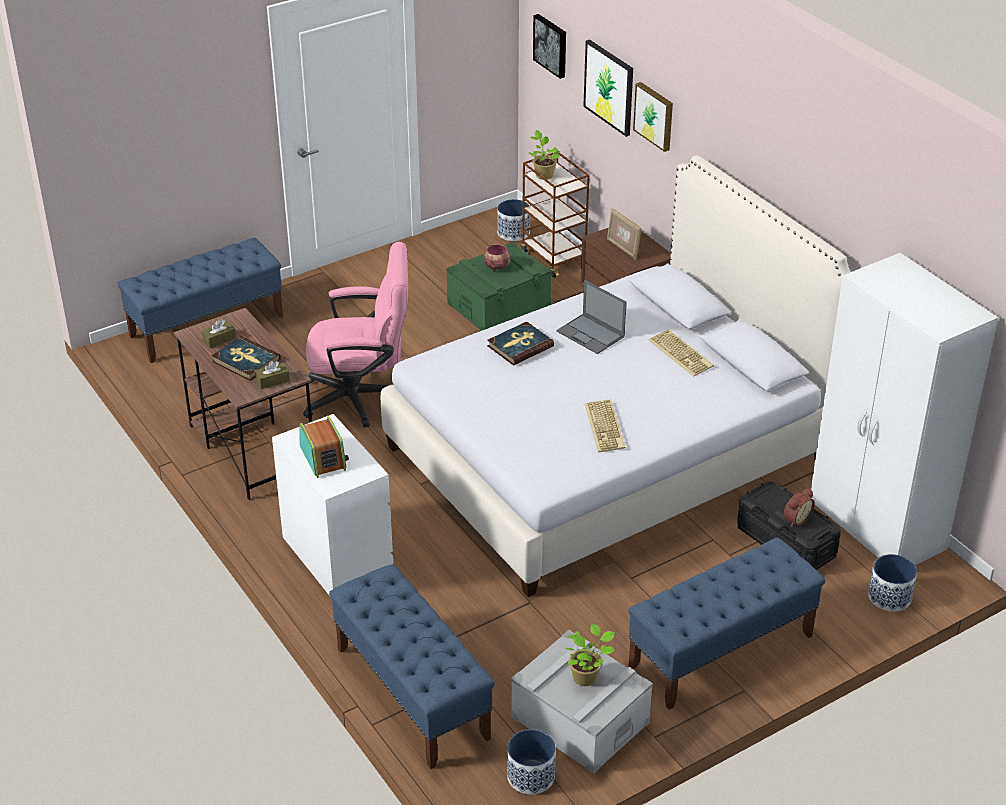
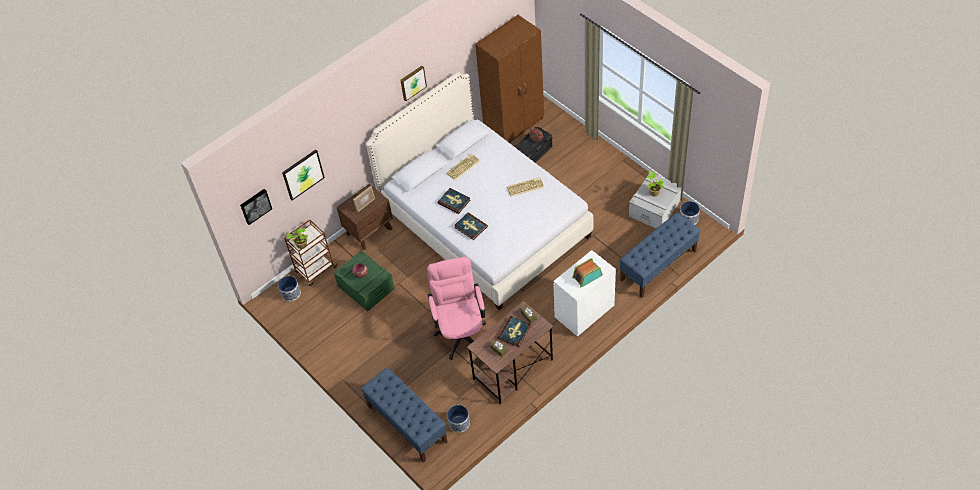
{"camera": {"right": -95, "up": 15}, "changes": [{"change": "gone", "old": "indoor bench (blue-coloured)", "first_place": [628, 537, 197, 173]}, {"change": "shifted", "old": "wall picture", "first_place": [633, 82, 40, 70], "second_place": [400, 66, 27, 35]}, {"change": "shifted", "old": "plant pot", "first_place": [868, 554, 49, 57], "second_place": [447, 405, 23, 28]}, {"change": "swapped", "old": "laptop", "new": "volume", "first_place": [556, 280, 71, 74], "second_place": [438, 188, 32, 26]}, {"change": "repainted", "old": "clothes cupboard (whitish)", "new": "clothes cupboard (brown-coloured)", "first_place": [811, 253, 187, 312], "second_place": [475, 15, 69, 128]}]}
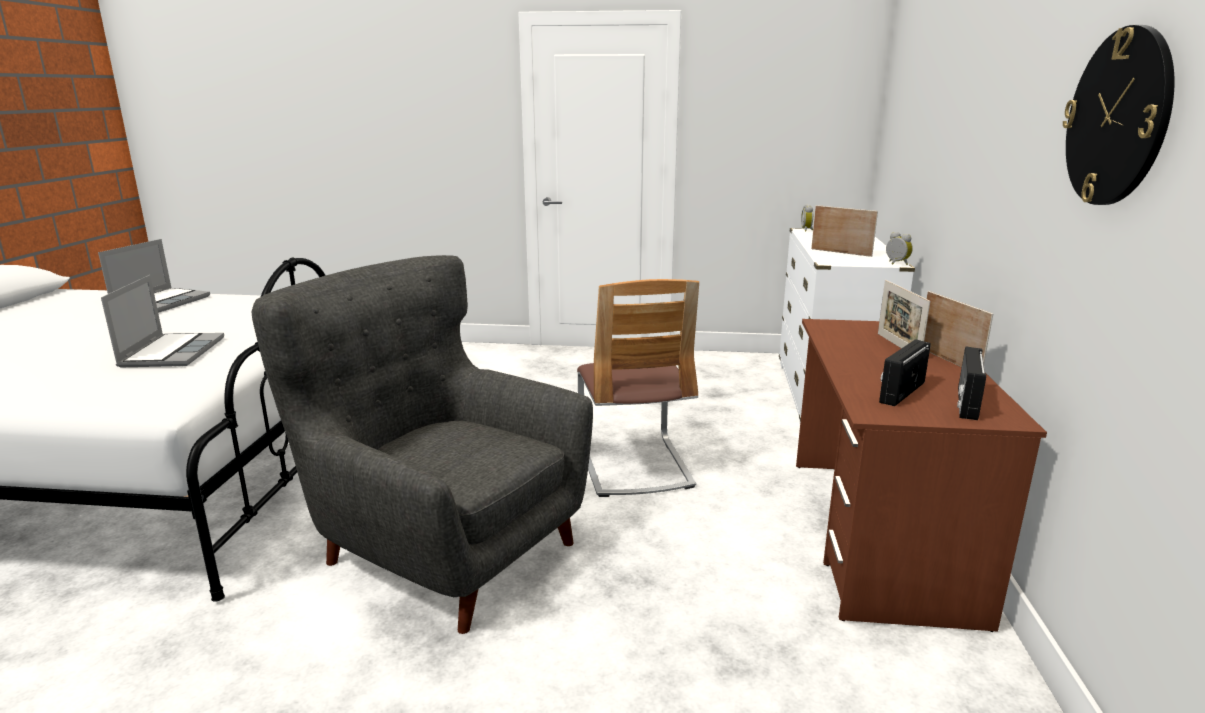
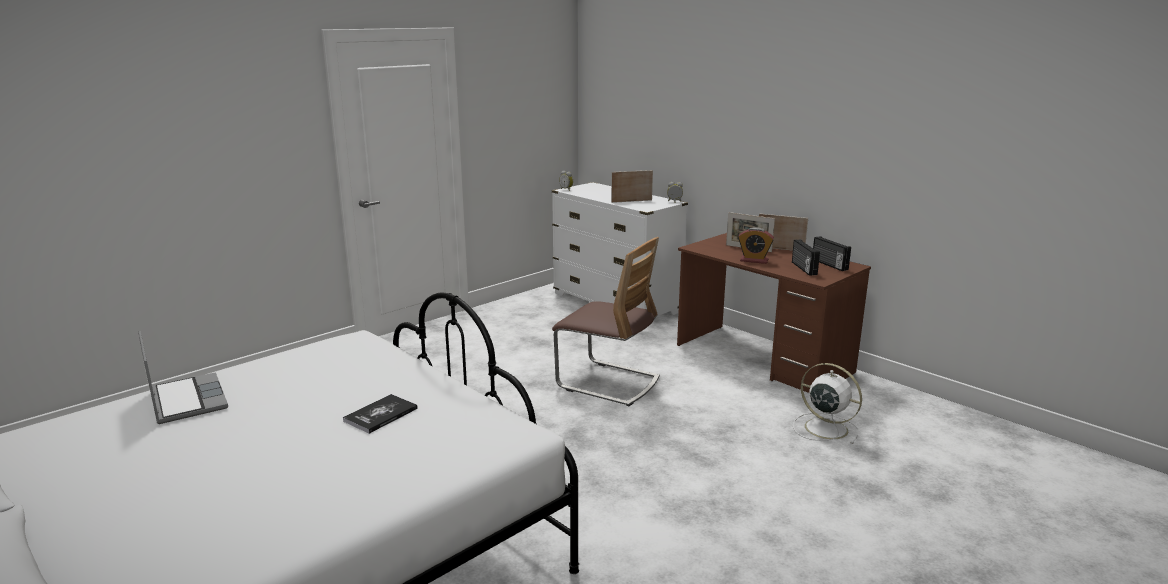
{"camera": {"right": -50, "up": 0}, "changes": [{"change": "gone", "old": "lounge chair (grey)", "first_place": [251, 255, 342, 379]}, {"change": "gone", "old": "clock on the wall", "first_place": [1063, 25, 112, 180]}, {"change": "new", "new": "alarm clock", "second_place": [738, 227, 36, 37]}, {"change": "new", "new": "electric fan (whitish)", "second_place": [793, 363, 69, 81]}, {"change": "swapped", "old": "laptop", "new": "volume", "first_place": [101, 275, 123, 92], "second_place": [343, 394, 75, 40]}]}
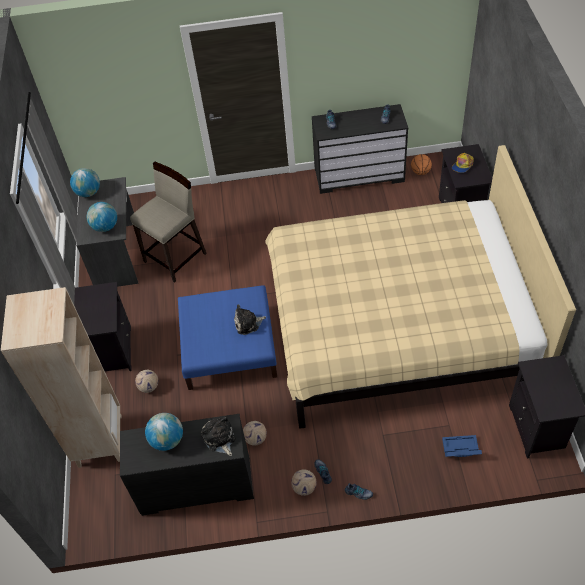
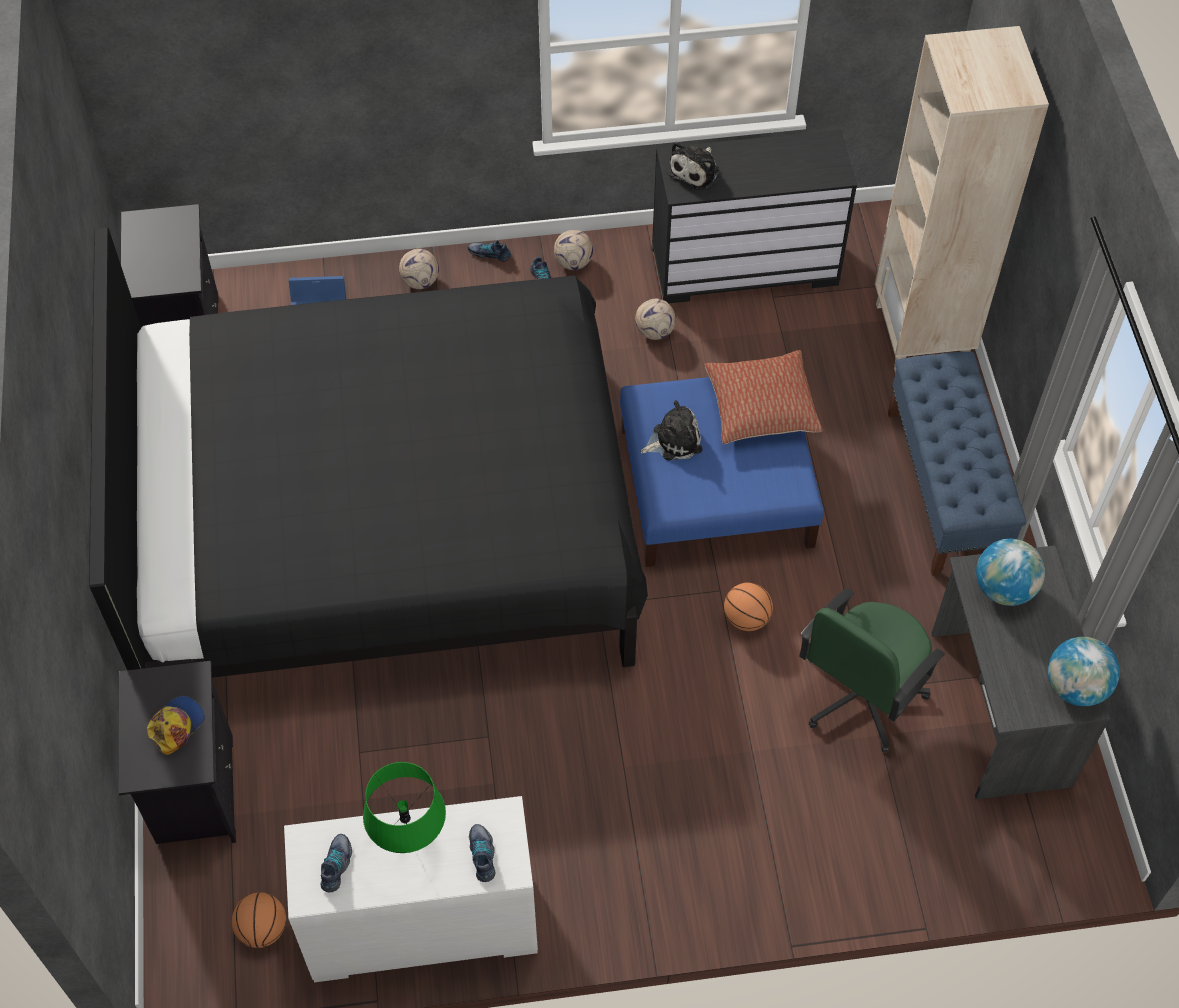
{"camera": {"right": 175, "up": 5}, "changes": [{"change": "gone", "old": "world globe", "first_place": [145, 413, 38, 38]}, {"change": "new", "new": "lamp for a table (green)", "second_place": [363, 762, 83, 91]}, {"change": "new", "new": "cushion", "second_place": [705, 350, 118, 94]}, {"change": "new", "new": "basketball ball", "second_place": [724, 583, 49, 48]}, {"change": "shifted", "old": "football ball", "first_place": [135, 370, 23, 23], "second_place": [399, 249, 40, 40]}, {"change": "swapped", "old": "nightstand (blackish)", "new": "indoor bench (blue-coloured)", "first_place": [74, 282, 57, 89], "second_place": [888, 351, 138, 225]}, {"change": "swapped", "old": "stool seat (sand-coloured)", "new": "desk chair (green)", "first_place": [130, 162, 77, 121], "second_place": [799, 588, 146, 164]}, {"change": "repainted", "old": "sleeping bed (sand-coloured)", "new": "sleeping bed (blackish)", "first_place": [265, 145, 311, 284], "second_place": [89, 227, 559, 451]}, {"change": "repainted", "old": "dresser (blackish)", "new": "dresser (whitish)", "first_place": [312, 104, 96, 90], "second_place": [284, 796, 254, 186]}, {"change": "rotated", "old": "cuddly toy", "first_place": [201, 416, 34, 40], "second_place": [667, 141, 53, 49], "degrees": 60}]}
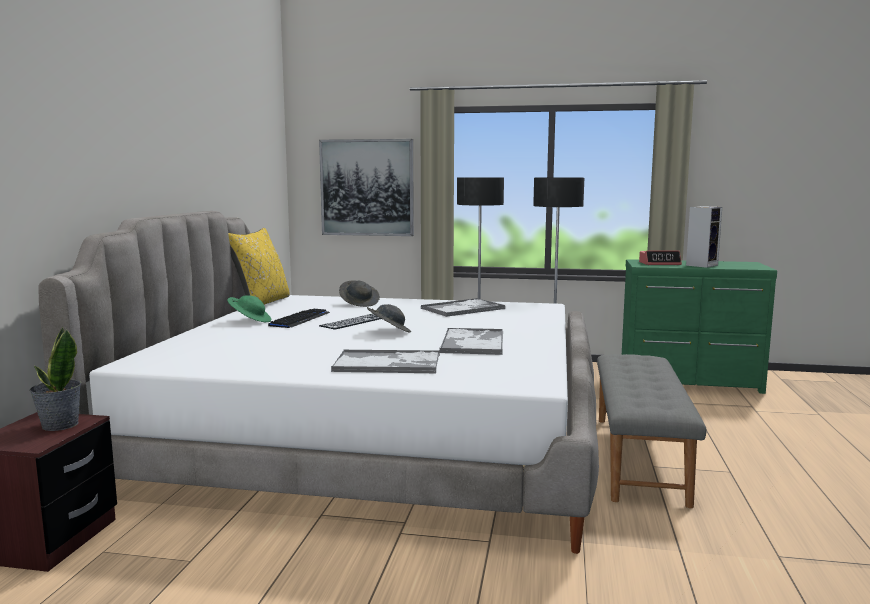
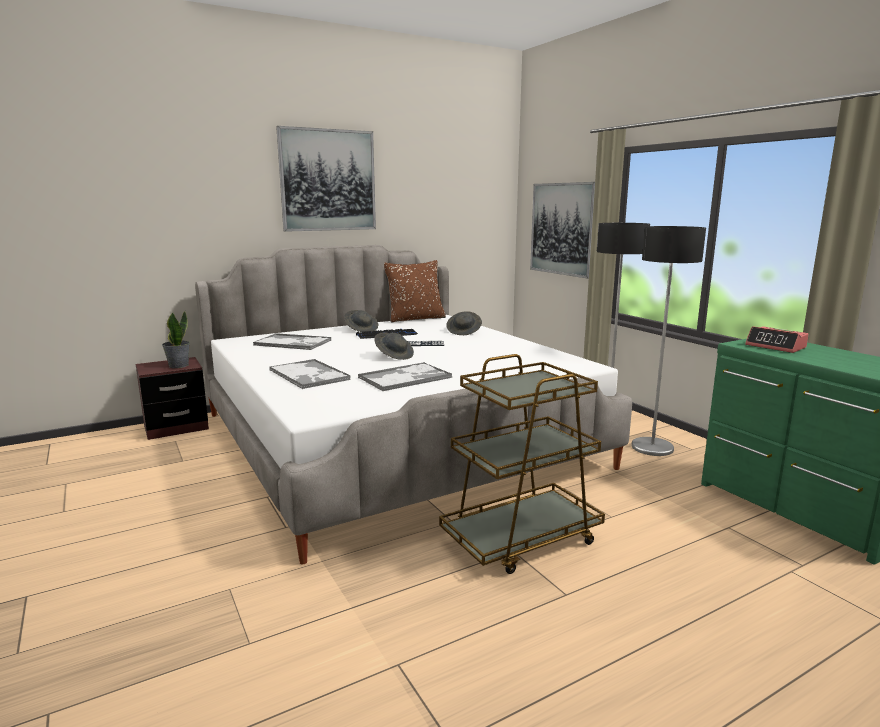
{"camera": {"right": 50, "up": 5}, "changes": [{"change": "gone", "old": "audio speaker", "first_place": [686, 206, 36, 62]}, {"change": "new", "new": "wall picture", "second_place": [276, 126, 100, 106]}, {"change": "shifted", "old": "tray", "first_place": [421, 298, 84, 19], "second_place": [253, 333, 78, 17]}, {"change": "swapped", "old": "indoor bench (grey)", "new": "wheeled cart (brown-coloured)", "first_place": [597, 354, 109, 154], "second_place": [439, 354, 166, 220]}, {"change": "repainted", "old": "clothing hat (green)", "new": "clothing hat (grey)", "first_place": [227, 295, 44, 27], "second_place": [344, 310, 34, 22]}, {"change": "repainted", "old": "cushion (yellow-coloured)", "new": "cushion (brown-coloured)", "first_place": [228, 228, 62, 77], "second_place": [384, 260, 62, 63]}]}
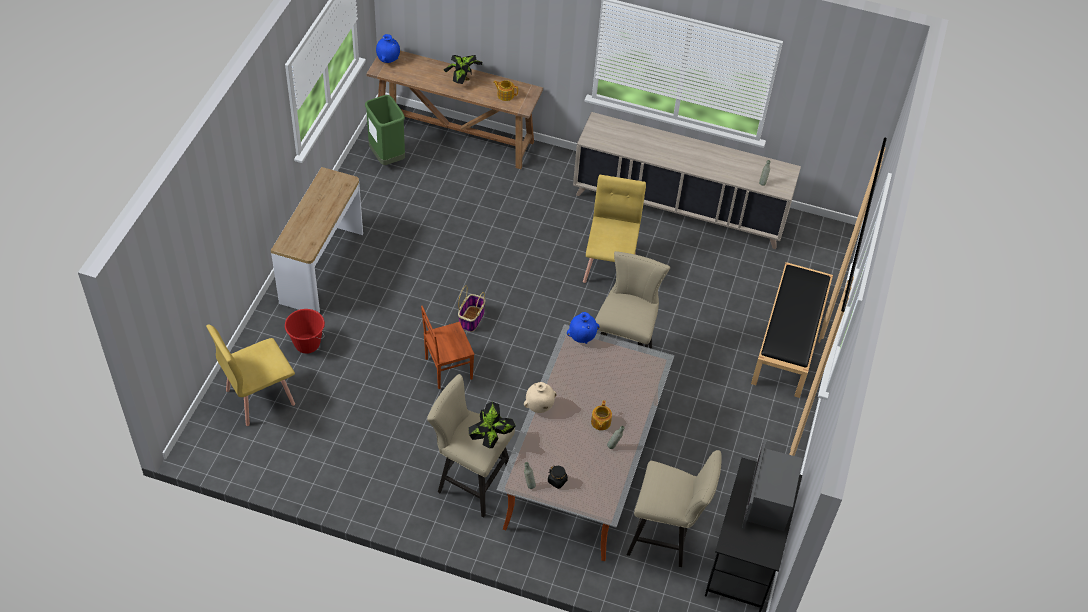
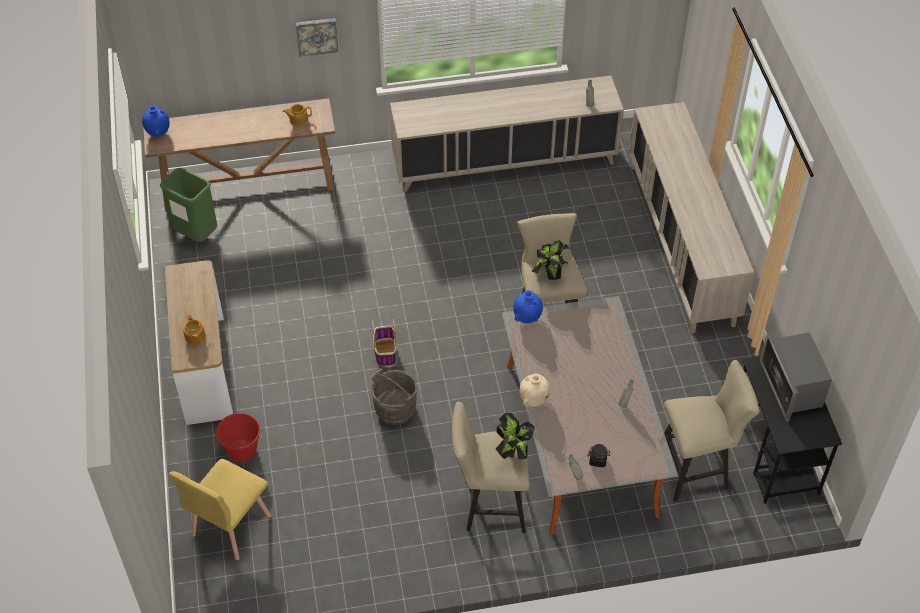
{"camera": {"right": -25, "up": 0}, "changes": [{"change": "gone", "old": "chair (yellow-coloured)", "first_place": [583, 175, 63, 108]}, {"change": "new", "new": "wall picture", "second_place": [296, 18, 42, 39]}, {"change": "shifted", "old": "houseplant", "first_place": [444, 55, 38, 29], "second_place": [532, 240, 37, 40]}, {"change": "shifted", "old": "pot for tea", "first_place": [591, 400, 21, 30], "second_place": [183, 314, 22, 31]}, {"change": "swapped", "old": "chair (brown-coloured)", "new": "pail (grey)", "first_place": [421, 306, 54, 83], "second_place": [371, 368, 46, 57]}, {"change": "swapped", "old": "indoor bench (blackish)", "new": "cabinet (sand-coloured)", "first_place": [751, 262, 82, 136], "second_place": [629, 102, 125, 231]}]}
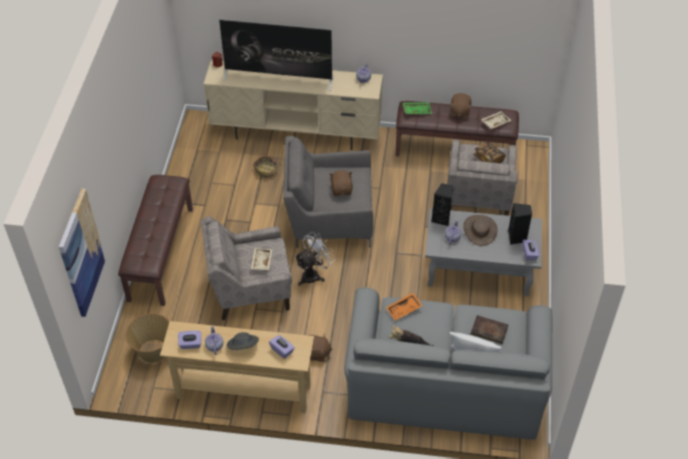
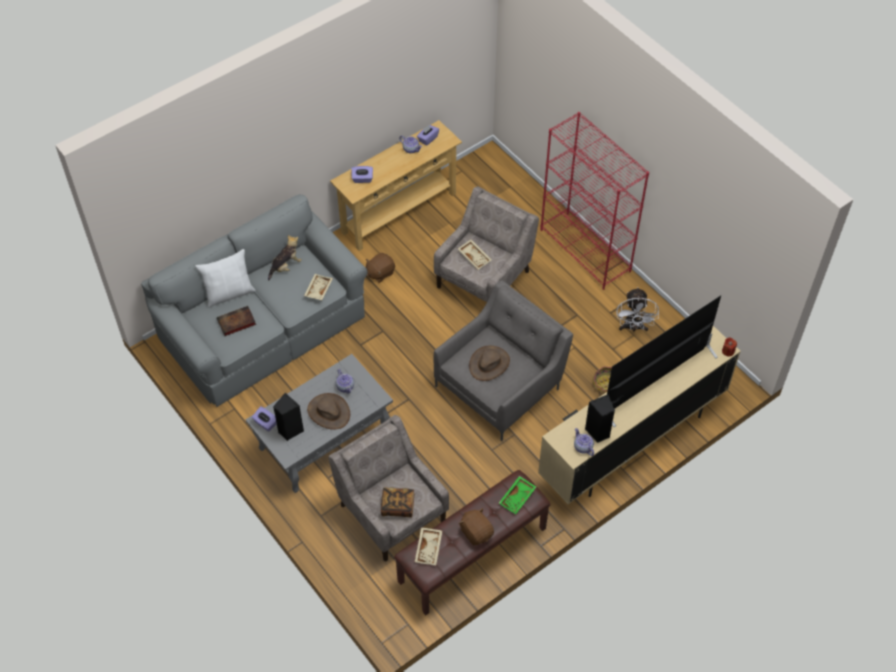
{"camera": {"right": 135, "up": 5}, "changes": [{"change": "gone", "old": "wall picture", "first_place": [59, 189, 46, 128]}, {"change": "gone", "old": "household basket", "first_place": [126, 313, 44, 50]}, {"change": "gone", "old": "clothing hat (grey)", "first_place": [226, 332, 33, 18]}, {"change": "shifted", "old": "electric fan (whitish)", "first_place": [294, 232, 41, 54], "second_place": [617, 287, 42, 45]}, {"change": "shifted", "old": "audio speaker (blackish)", "first_place": [432, 183, 21, 43], "second_place": [585, 394, 30, 49]}, {"change": "swapped", "old": "indoor bench (brown-coloured)", "new": "shelving unit (red-coloured)", "first_place": [118, 175, 75, 131], "second_place": [541, 112, 108, 178]}, {"change": "swapped", "old": "cuddly toy (brown-coloured)", "new": "clothing hat (brown-coloured)", "first_place": [329, 170, 24, 26], "second_place": [469, 346, 41, 35]}, {"change": "repainted", "old": "tray (orange)", "new": "tray (sand-coloured)", "first_place": [385, 293, 38, 28], "second_place": [304, 274, 29, 26]}]}
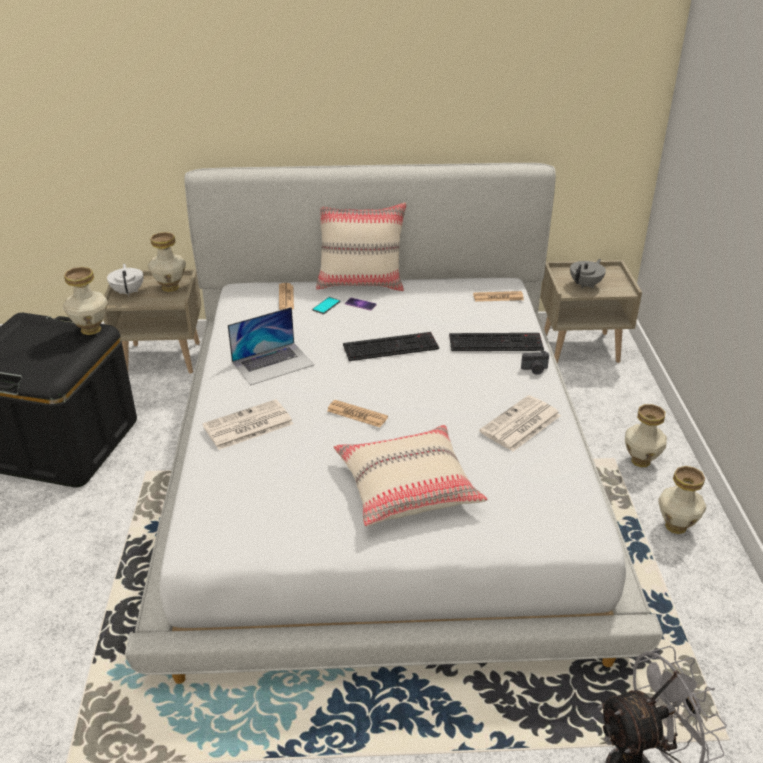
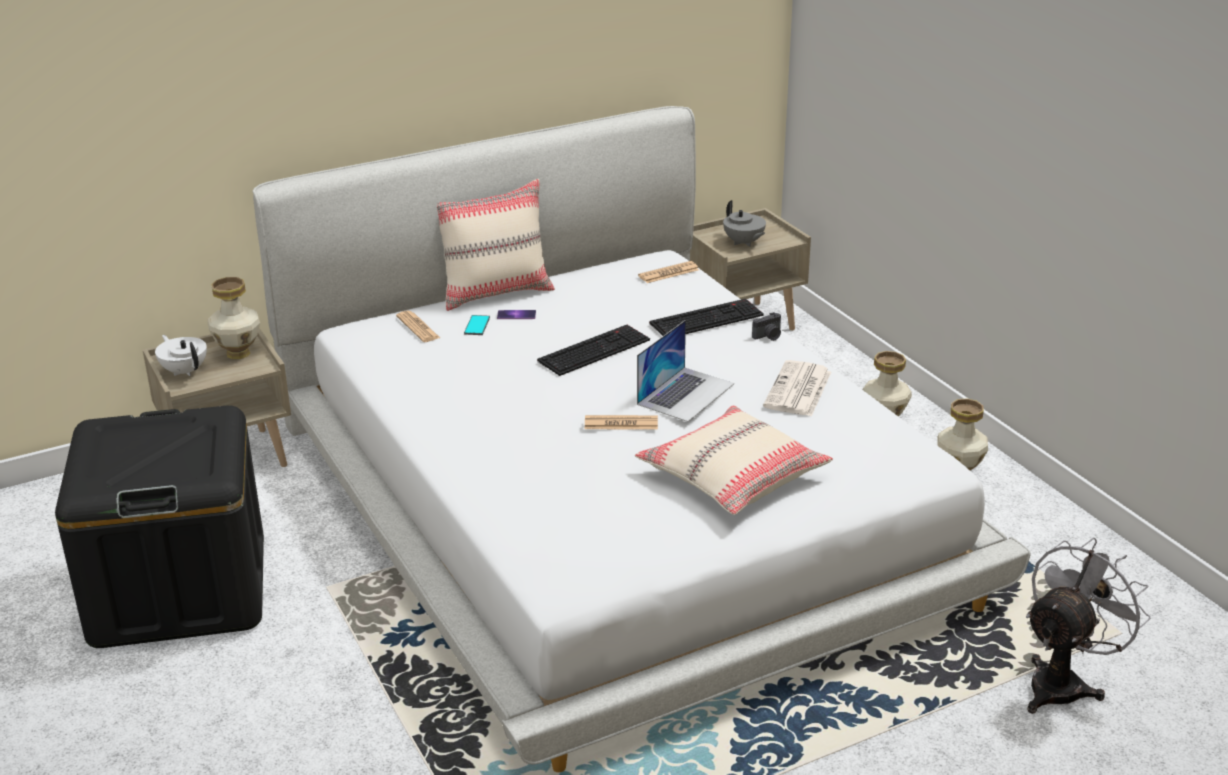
{"camera": {"right": -25, "up": -5}, "changes": [{"change": "gone", "old": "flower vase", "first_place": [63, 267, 45, 68]}, {"change": "gone", "old": "printed paper", "first_place": [202, 399, 91, 51]}, {"change": "shifted", "old": "laptop", "first_place": [228, 307, 86, 78], "second_place": [637, 320, 97, 102]}, {"change": "rotated", "old": "pot for tea (grey)", "first_place": [570, 259, 36, 29], "second_place": [723, 200, 43, 47], "degrees": 135}]}
